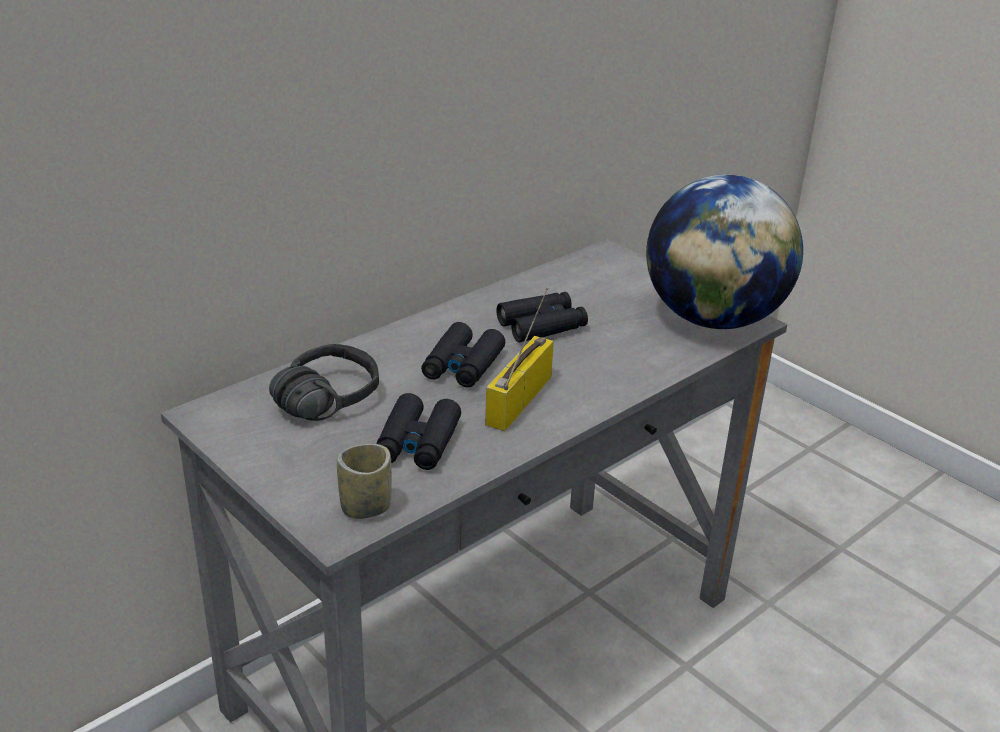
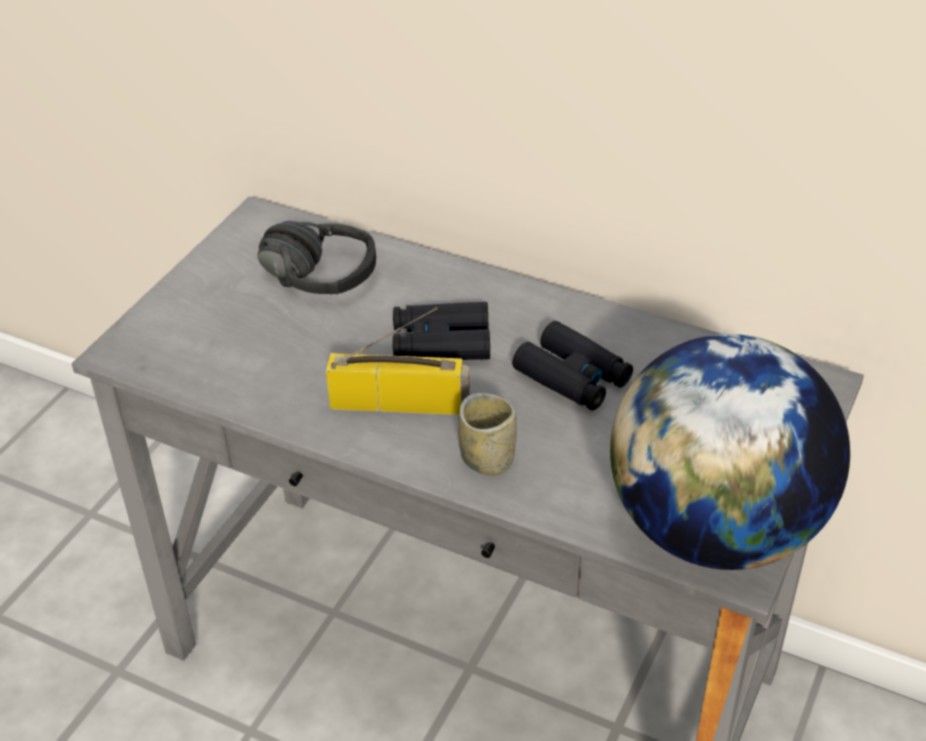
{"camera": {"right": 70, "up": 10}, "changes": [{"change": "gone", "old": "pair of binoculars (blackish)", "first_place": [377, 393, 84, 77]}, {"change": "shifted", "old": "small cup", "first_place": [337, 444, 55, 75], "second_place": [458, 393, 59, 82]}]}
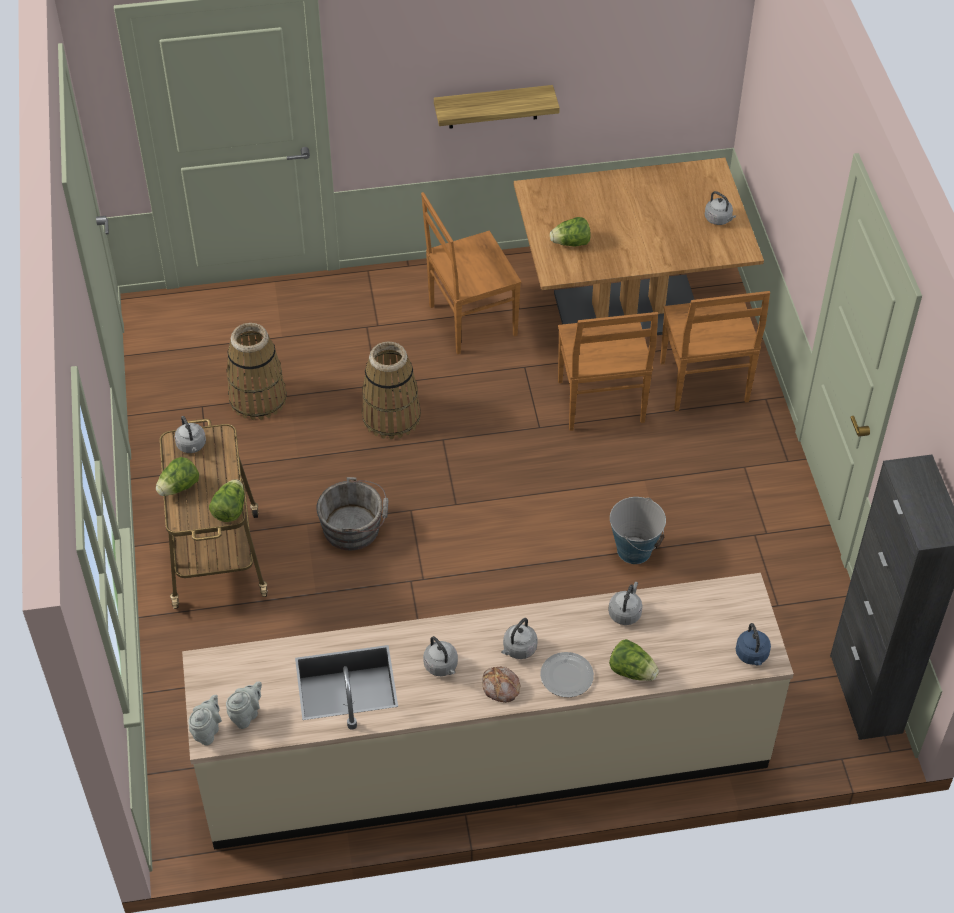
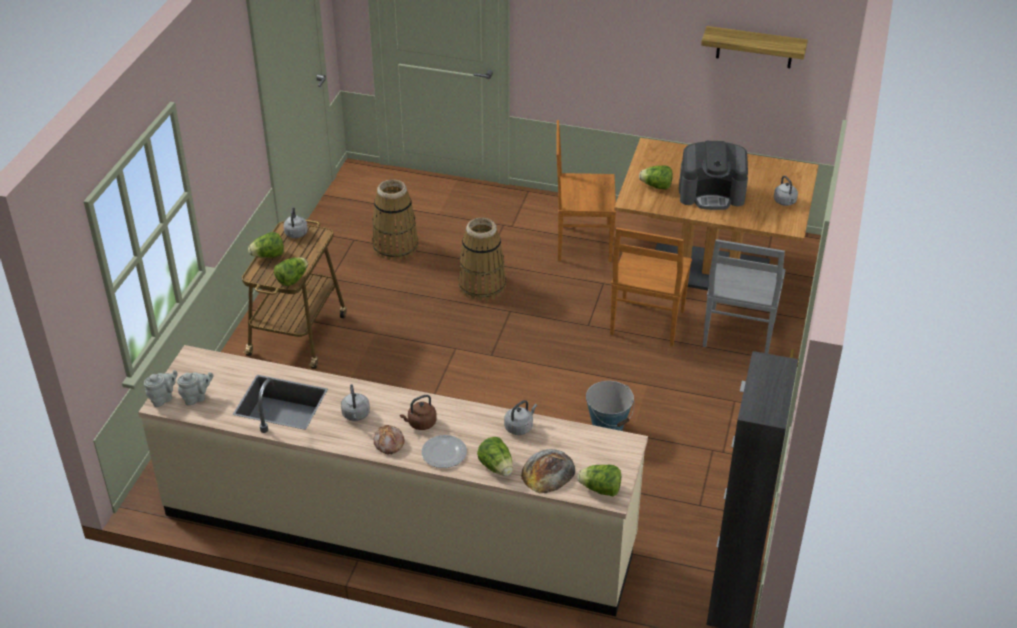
{"camera": {"right": 25, "up": -10}, "changes": [{"change": "gone", "old": "pail (grey)", "first_place": [317, 477, 72, 73]}, {"change": "new", "new": "baked bread", "second_place": [521, 449, 54, 44]}, {"change": "new", "new": "coffee brewer", "second_place": [679, 141, 69, 69]}, {"change": "shifted", "old": "wall shelf", "first_place": [434, 85, 126, 44], "second_place": [701, 26, 107, 42]}, {"change": "swapped", "old": "tea kettle (blue-coloured)", "new": "lettuce", "first_place": [736, 623, 35, 42], "second_place": [578, 465, 43, 31]}, {"change": "repainted", "old": "tea kettle (grey)", "new": "tea kettle (brown-coloured)", "first_place": [501, 618, 37, 41], "second_place": [400, 395, 37, 35]}, {"change": "repainted", "old": "chair (brown-coloured)", "new": "chair (grey)", "first_place": [660, 291, 110, 120], "second_place": [703, 239, 83, 115]}]}
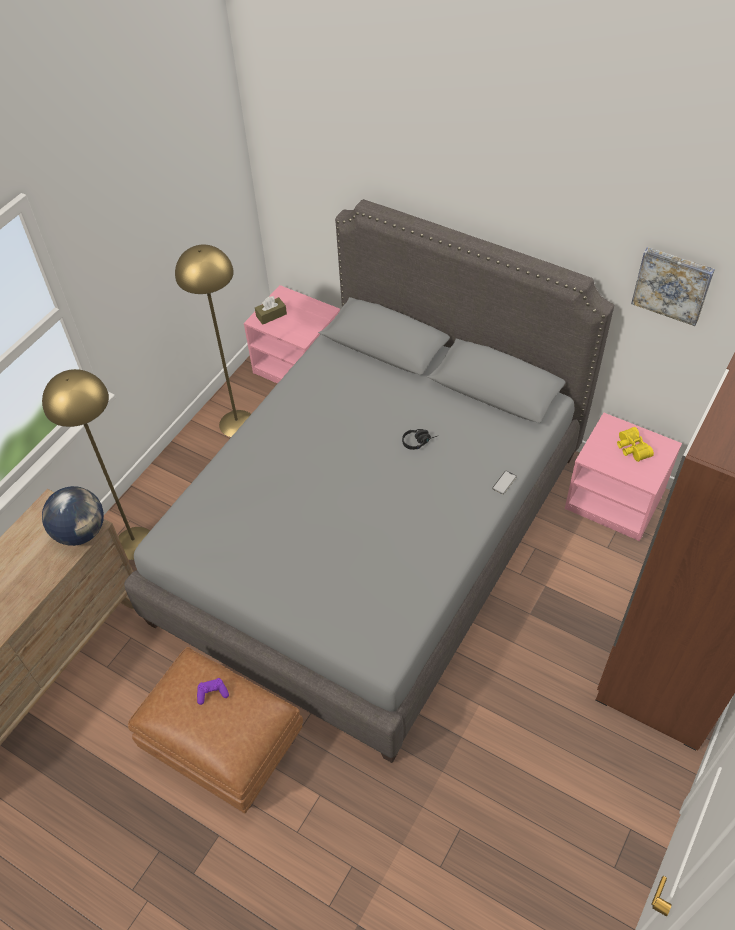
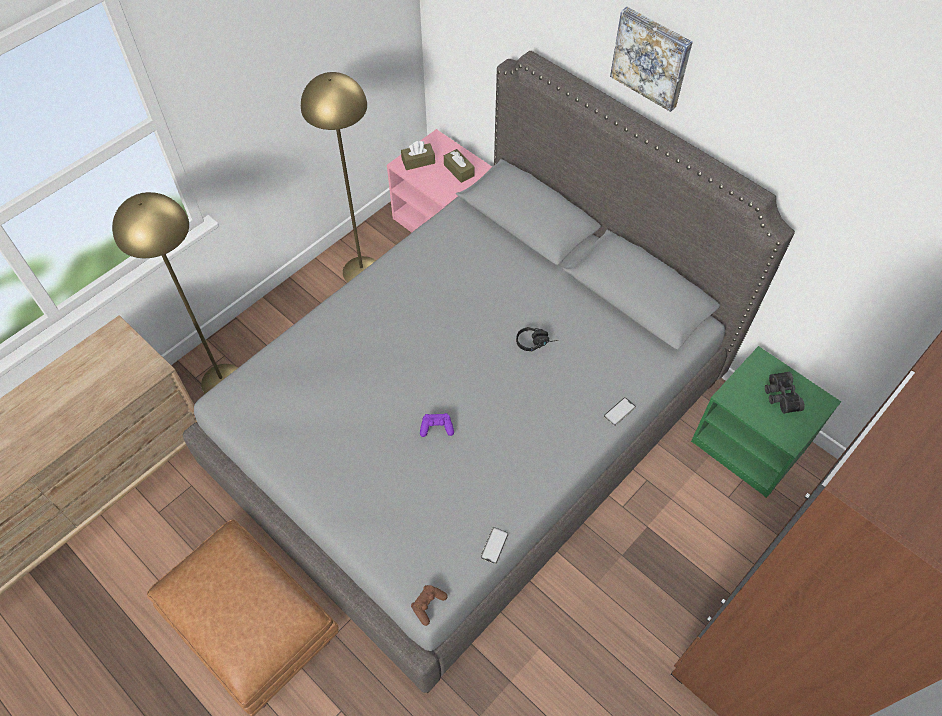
{"camera": {"right": 10, "up": 5}, "changes": [{"change": "gone", "old": "world globe", "first_place": [42, 486, 62, 60]}, {"change": "new", "new": "joypad (brown-coloured)", "second_place": [411, 585, 37, 41]}, {"change": "new", "new": "box of tissues (brown-coloured)", "second_place": [444, 149, 30, 34]}, {"change": "new", "new": "handset", "second_place": [481, 527, 28, 37]}, {"change": "shifted", "old": "joypad (purplish)", "first_place": [197, 678, 32, 27], "second_place": [420, 413, 34, 24]}, {"change": "shifted", "old": "wall picture", "first_place": [631, 247, 84, 79], "second_place": [610, 7, 83, 105]}, {"change": "repainted", "old": "nightstand (pink)", "new": "nightstand (green)", "first_place": [565, 412, 117, 129], "second_place": [691, 346, 150, 152]}, {"change": "repainted", "old": "pair of binoculars (yellow-coloured)", "new": "pair of binoculars (blackish)", "first_place": [617, 427, 37, 35], "second_place": [765, 372, 40, 42]}]}
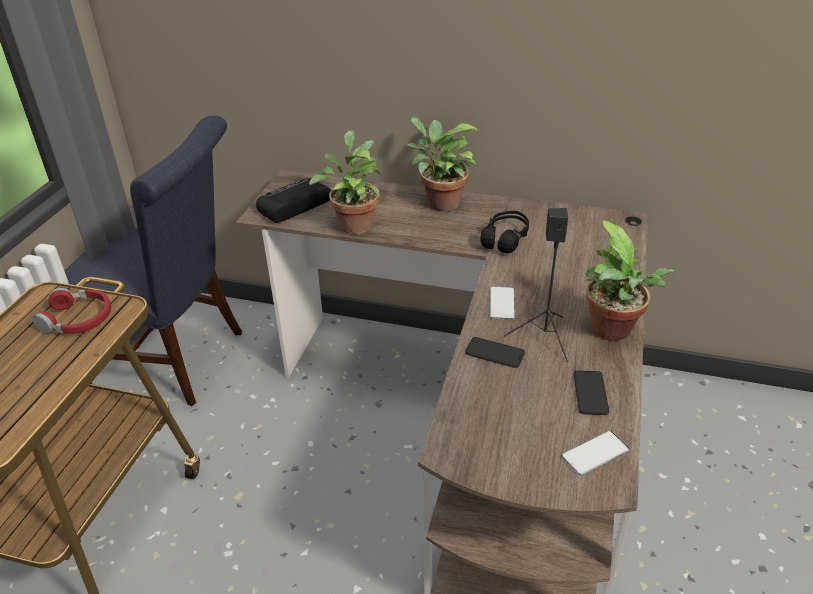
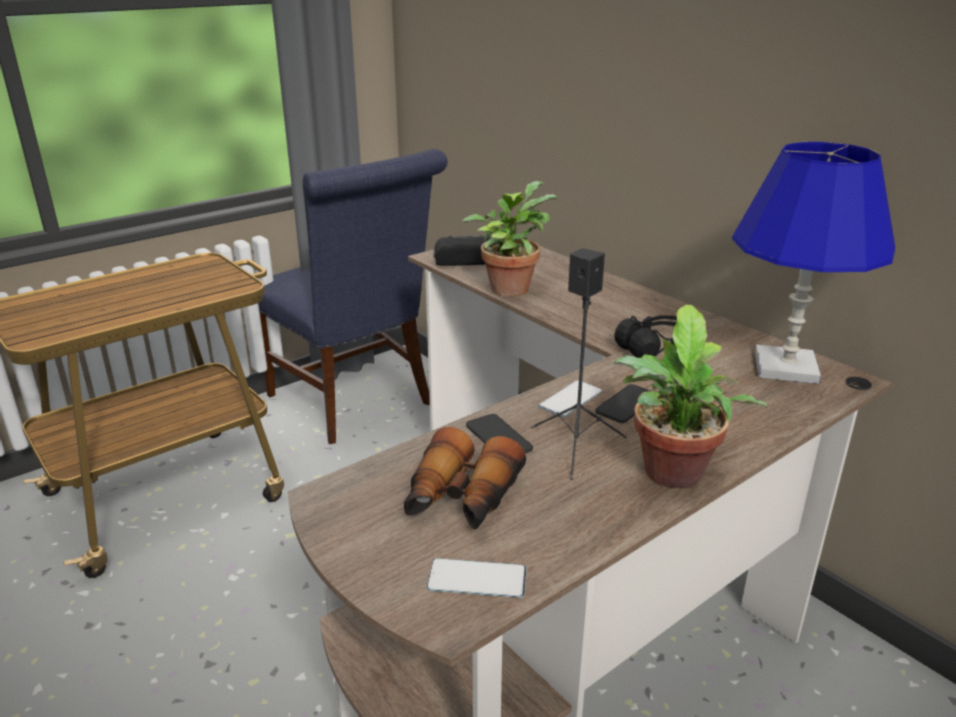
{"camera": {"right": 35, "up": -10}, "changes": [{"change": "gone", "old": "pair of headphones (red-coloured)", "first_place": [32, 288, 79, 46]}, {"change": "gone", "old": "houseplant", "first_place": [407, 117, 72, 94]}, {"change": "new", "new": "pair of binoculars", "second_place": [404, 427, 122, 103]}, {"change": "new", "new": "lamp for a table (blue-coloured)", "second_place": [732, 142, 163, 242]}, {"change": "shifted", "old": "handset", "first_place": [573, 370, 36, 45], "second_place": [595, 384, 55, 39]}]}
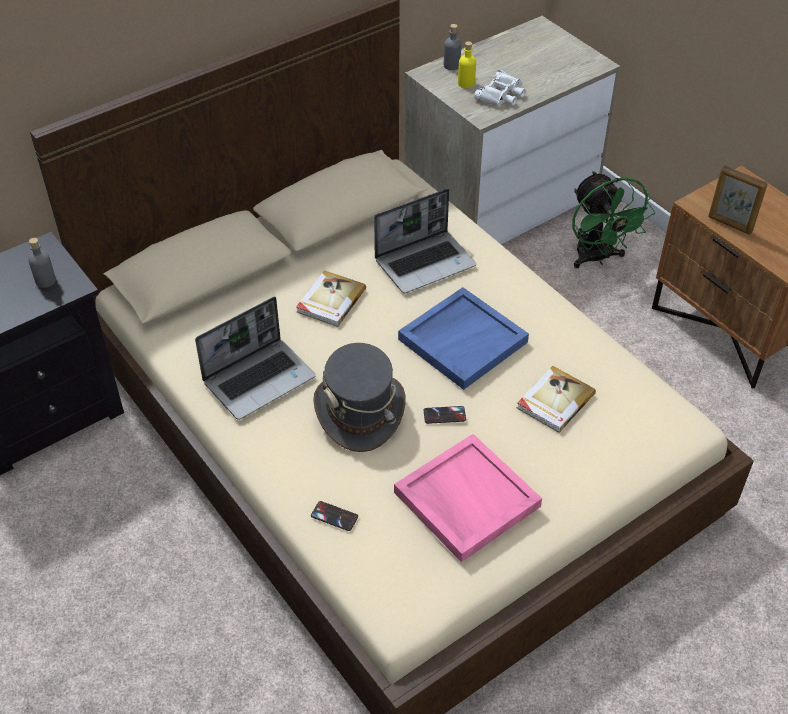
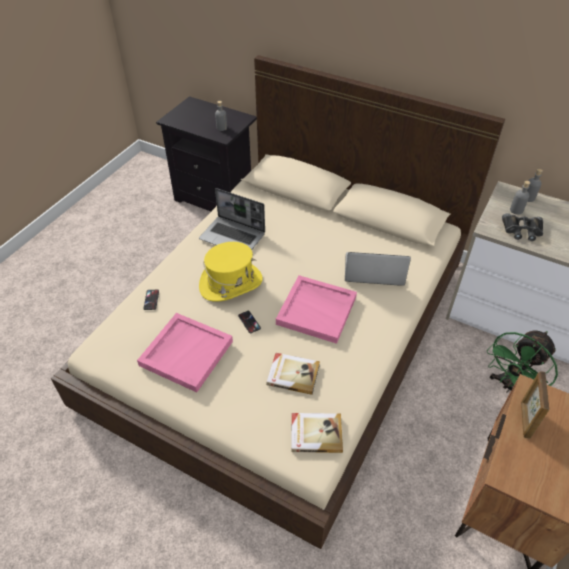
{"camera": {"right": 65, "up": 0}, "changes": [{"change": "shifted", "old": "volume", "first_place": [296, 270, 70, 57], "second_place": [291, 413, 52, 40]}, {"change": "repainted", "old": "clothing hat (grey)", "new": "clothing hat (yellow-coloured)", "first_place": [313, 343, 92, 109], "second_place": [199, 242, 64, 60]}, {"change": "repainted", "old": "tray (blue-coloured)", "new": "tray (pink)", "first_place": [398, 287, 131, 103], "second_place": [276, 275, 81, 69]}, {"change": "repainted", "old": "drink bottle (yellow-coloured)", "new": "drink bottle (grey)", "first_place": [458, 41, 18, 47], "second_place": [510, 181, 20, 34]}, {"change": "repainted", "old": "pair of binoculars (whitish)", "new": "pair of binoculars (blackish)", "first_place": [474, 70, 52, 37], "second_place": [502, 213, 41, 28]}, {"change": "rotated", "old": "laptop", "first_place": [374, 188, 102, 105], "second_place": [345, 252, 66, 34], "degrees": 150}]}
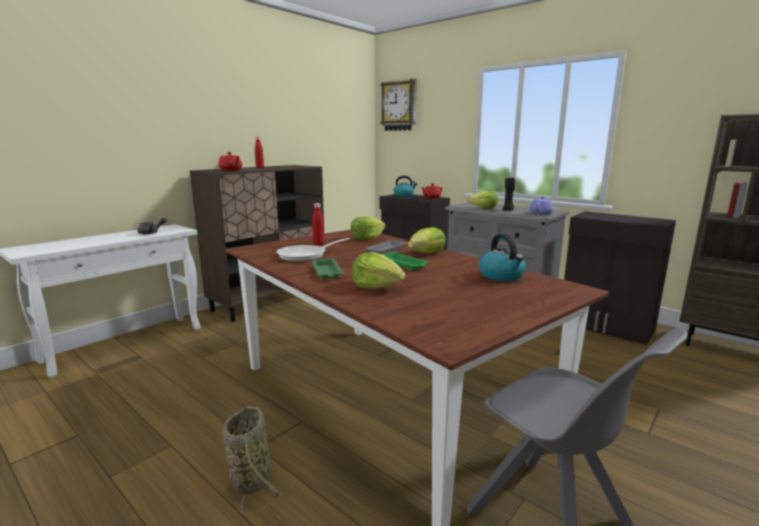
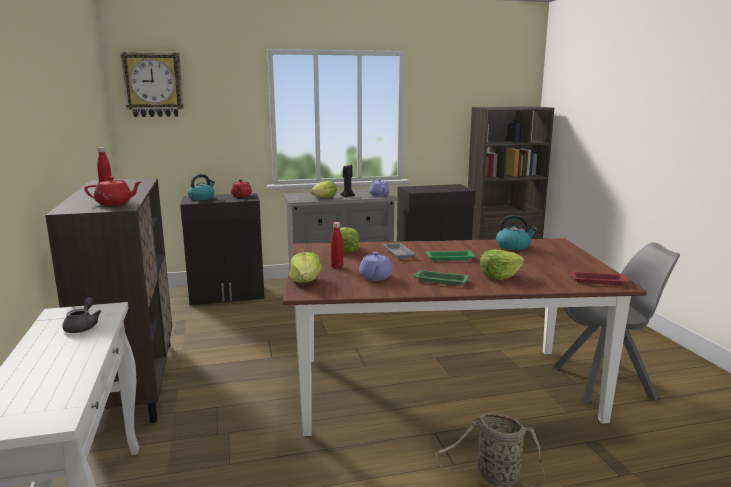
{"camera": {"right": -55, "up": 0}, "changes": [{"change": "new", "new": "tray (red-coloured)", "second_place": [569, 272, 61, 13]}, {"change": "shifted", "old": "lettuce", "first_place": [408, 227, 38, 26], "second_place": [289, 252, 33, 31]}, {"change": "swapped", "old": "frying pan", "new": "pot for tea (purplish)", "first_place": [276, 238, 74, 24], "second_place": [359, 252, 34, 29]}]}
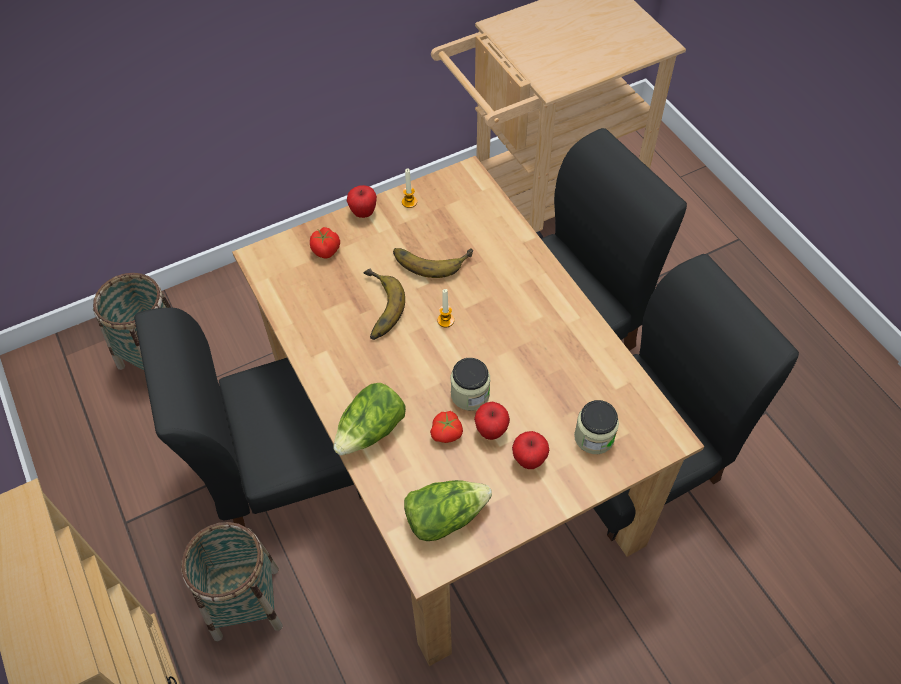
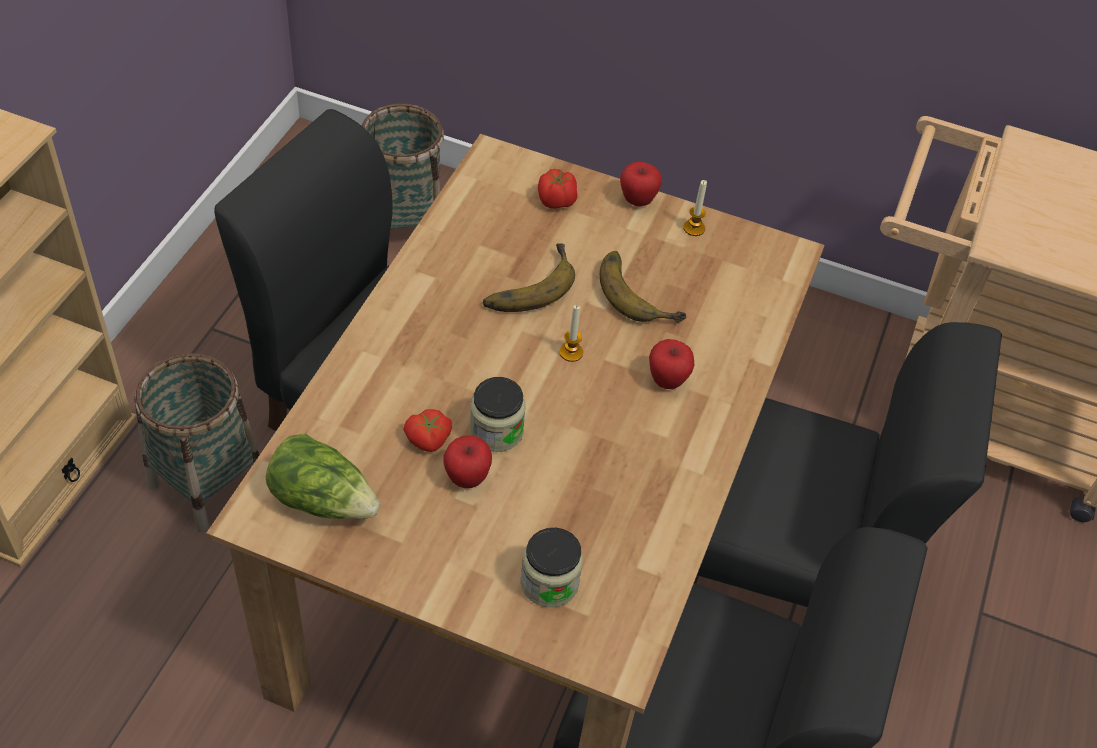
{"camera": {"right": 45, "up": -5}, "changes": [{"change": "gone", "old": "lettuce", "first_place": [333, 383, 73, 72]}, {"change": "shifted", "old": "apple fruit", "first_place": [512, 431, 37, 38], "second_place": [649, 339, 45, 50]}]}
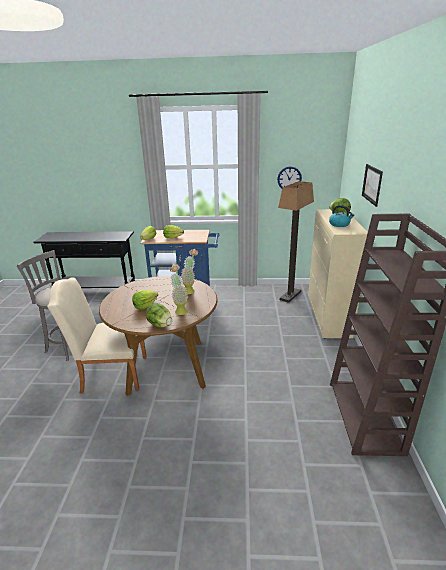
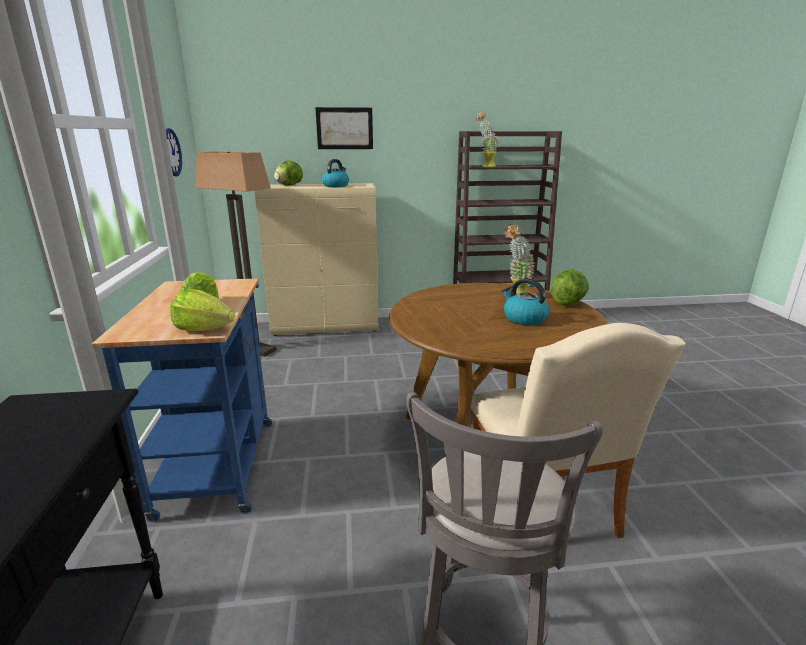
{"camera": {"right": -100, "up": -5}, "changes": [{"change": "shifted", "old": "houseplant", "first_place": [181, 248, 17, 46], "second_place": [476, 112, 22, 55]}, {"change": "swapped", "old": "lettuce", "new": "tea kettle", "first_place": [132, 290, 26, 20], "second_place": [502, 278, 47, 47]}]}
